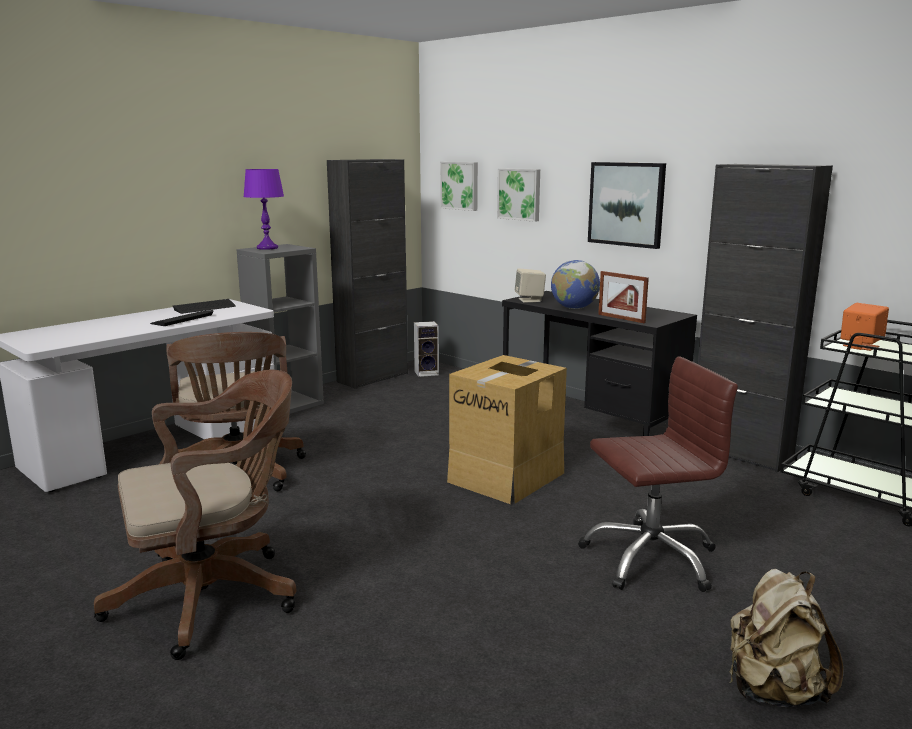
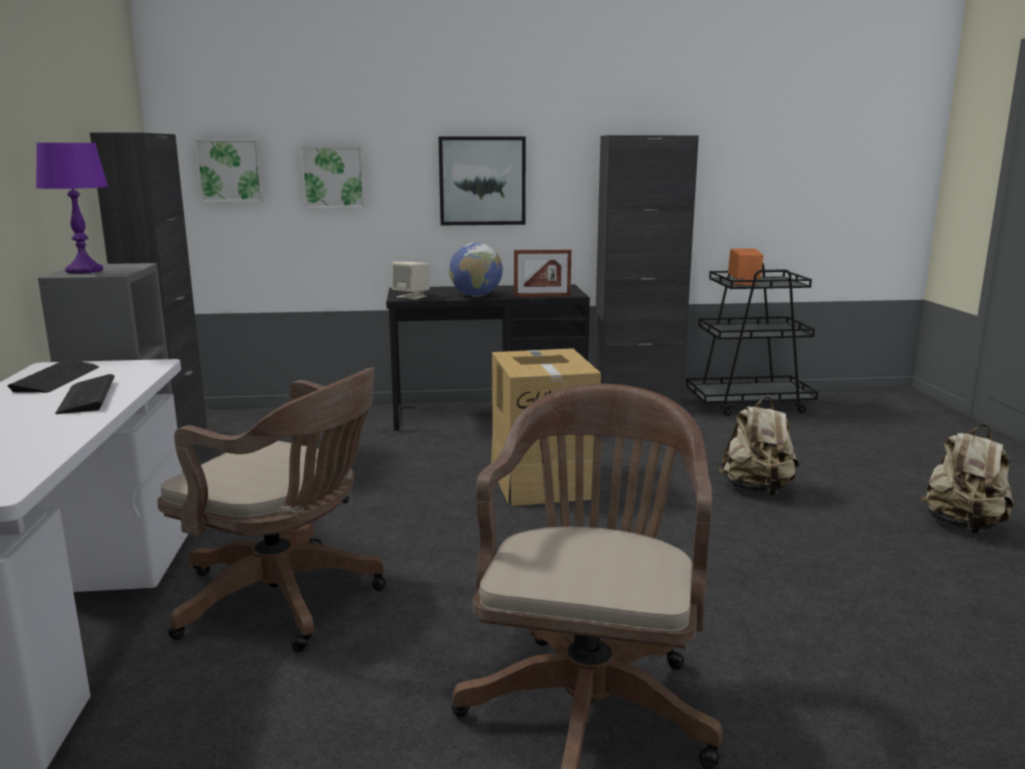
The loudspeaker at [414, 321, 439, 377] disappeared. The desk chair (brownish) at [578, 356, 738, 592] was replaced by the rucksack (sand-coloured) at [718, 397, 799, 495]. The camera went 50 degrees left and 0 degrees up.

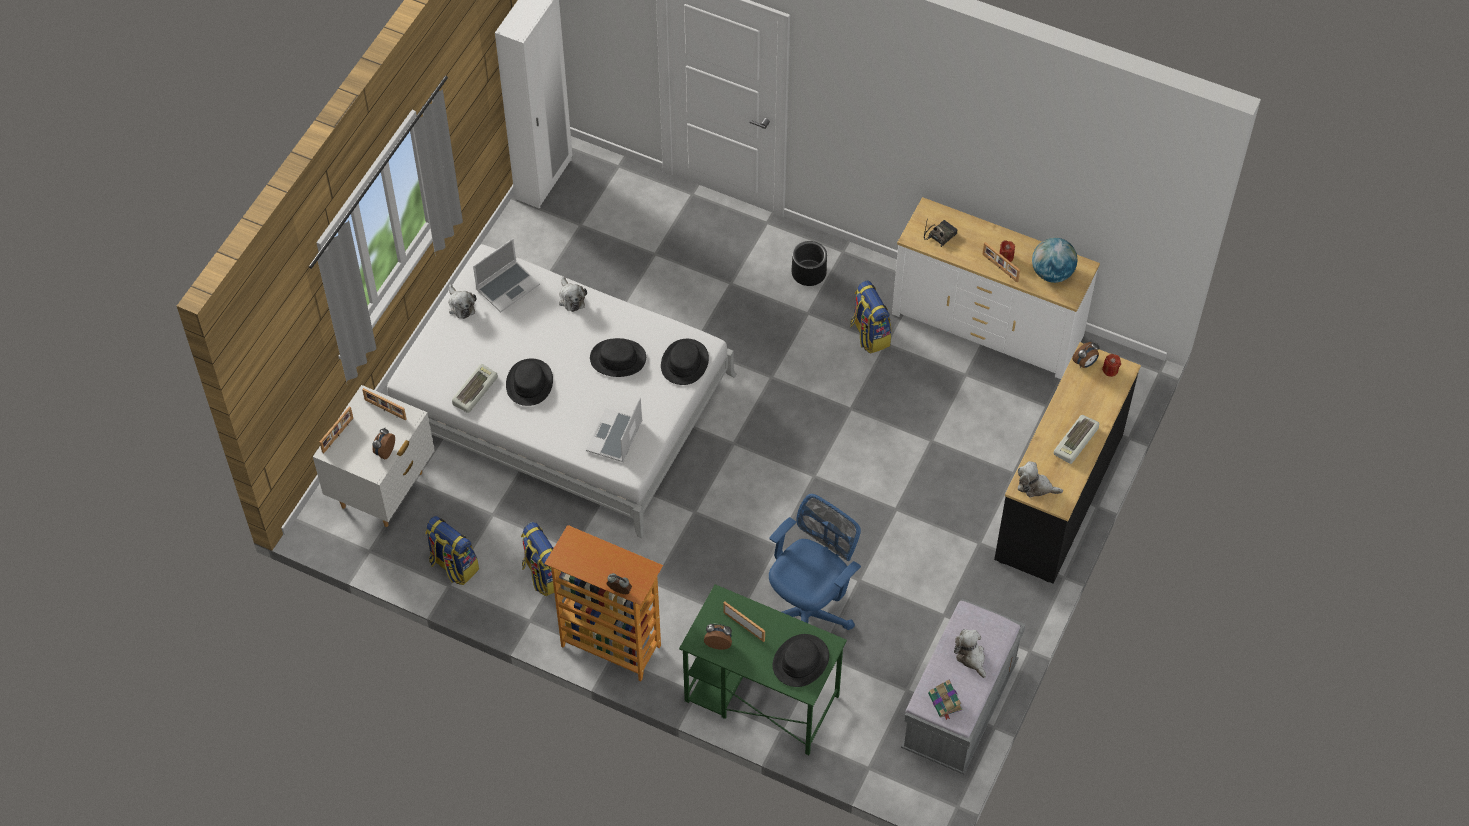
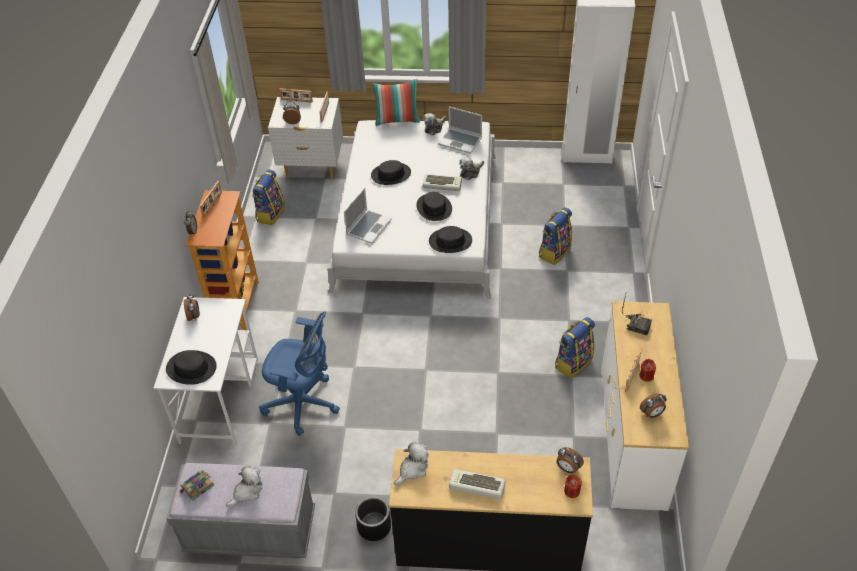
The globe at [1032, 238, 1077, 283] was replaced by the table clock at [640, 393, 667, 418]. The planter (black) moved from [792, 241, 827, 286] to [355, 496, 391, 541]. The PC keyboard moved from [452, 364, 498, 413] to [423, 174, 462, 191]. The portable computer at [586, 398, 642, 462] turned 120 degrees clockwise. The plush toy at [1018, 461, 1063, 497] turned 45 degrees clockwise. The rucksack moved from [521, 522, 562, 596] to [539, 207, 572, 265]. The desk unit (greenish) at [679, 584, 847, 755] became the desk unit (whitish) at [154, 297, 258, 447]. The photo frame moved from [723, 602, 765, 642] to [200, 181, 222, 218]. The pillow at [371, 79, 420, 126] appeared. The camera went 70 degrees right and 10 degrees down.

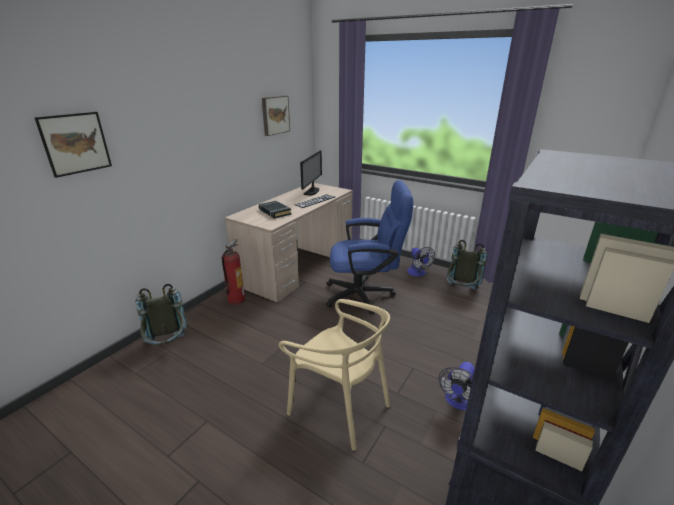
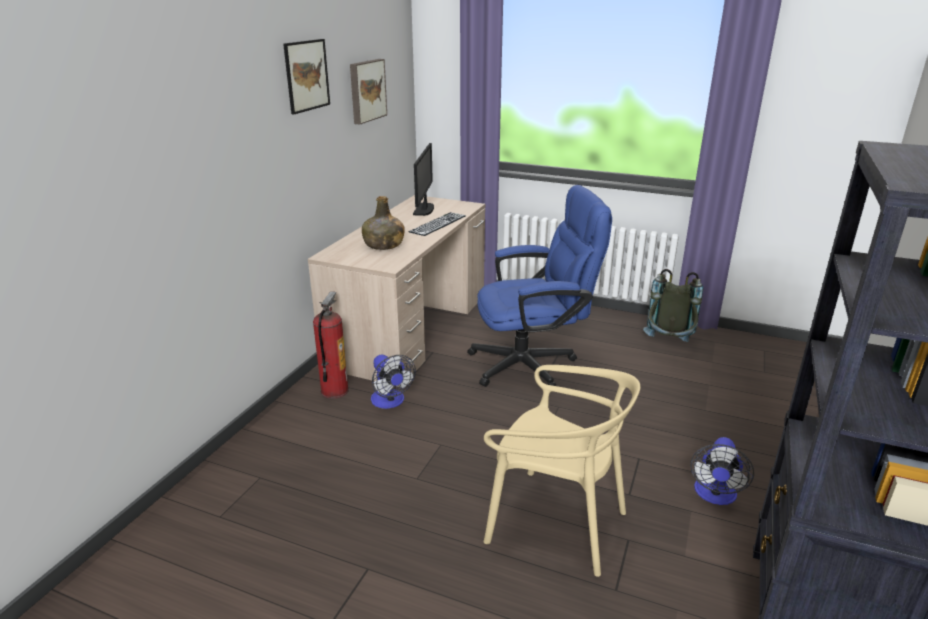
The wall picture moved from [34, 112, 112, 178] to [283, 39, 330, 115]. The volume (black) at [259, 201, 291, 219] was replaced by the beverage bottle (greenish) at [362, 196, 405, 250]. The cooling fan moved from [407, 247, 435, 277] to [371, 355, 416, 409]. The rucksack (gray) at [135, 284, 187, 345] disappeared. The camera went 10 degrees left and 0 degrees up.

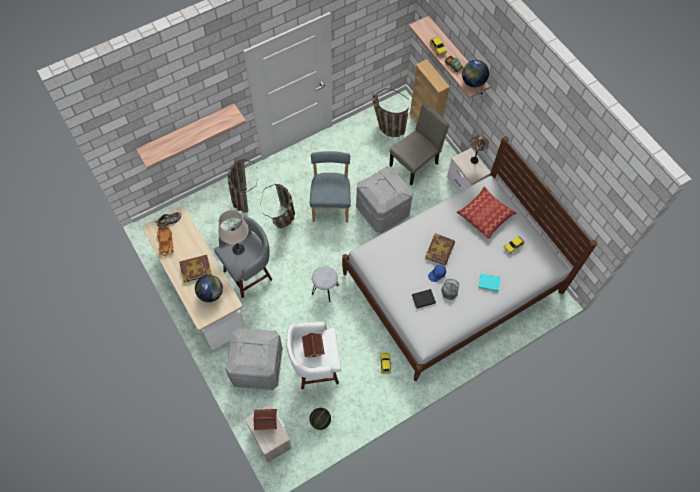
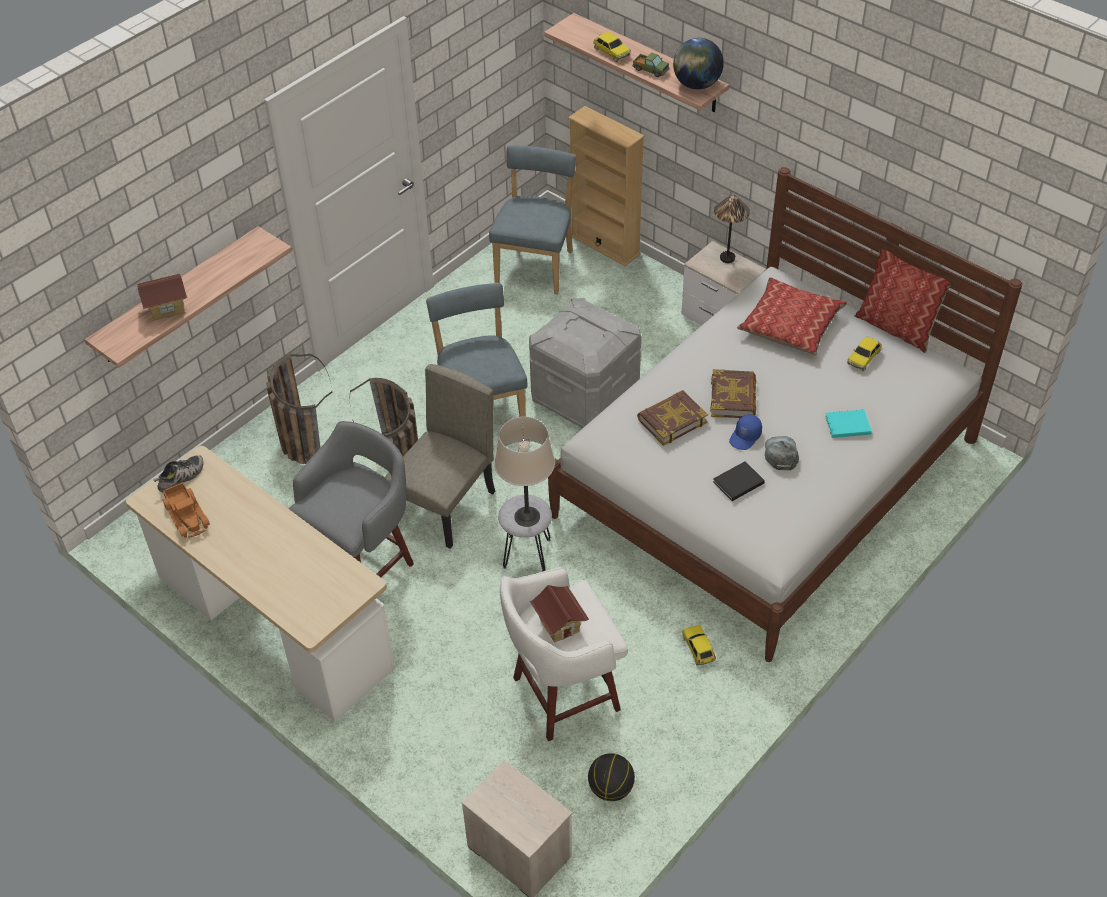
The basket at [372, 88, 409, 138] was replaced by the plain chair (blue-coloured) at [489, 146, 576, 295]. The plain chair (sand-coloured) moved from [389, 104, 449, 185] to [385, 364, 495, 549]. The lamp for a table (sand-coloured) moved from [218, 210, 249, 255] to [495, 417, 555, 527]. The volume moved from [179, 255, 212, 283] to [637, 390, 708, 446]. The globe at [195, 275, 223, 302] disappeared. The storage box (gray) at [225, 327, 283, 390] disappeared. The miniature house moved from [253, 409, 277, 430] to [137, 274, 187, 320]. The pillow at [855, 249, 951, 353] appeared. The camera went 15 degrees left and 15 degrees down.

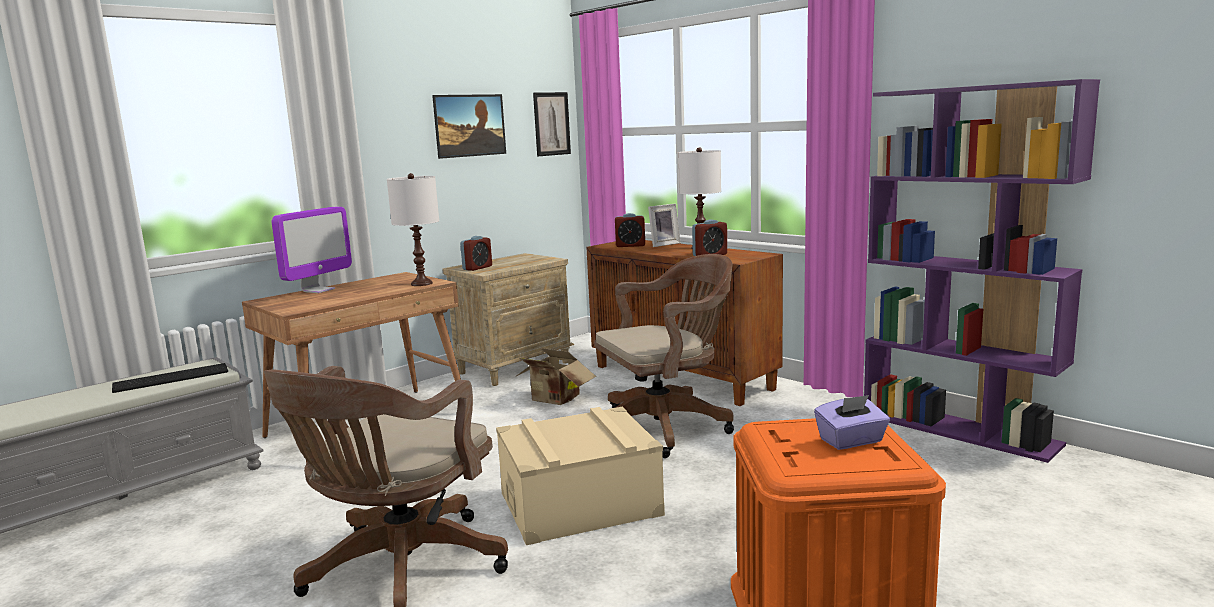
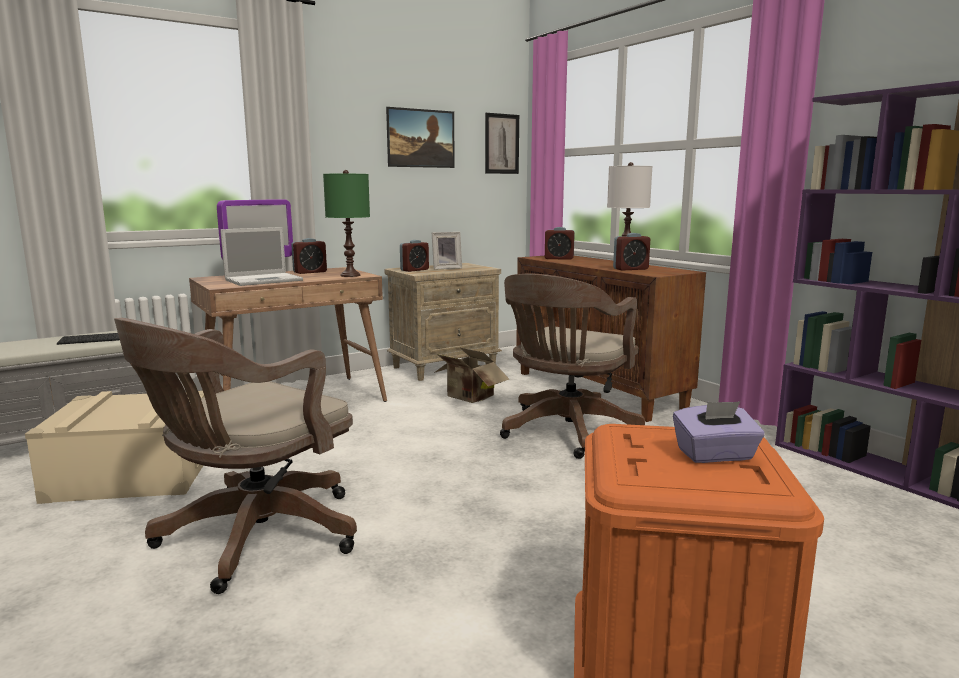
The lamp for a table (whitish) at [387, 173, 439, 286] became the lamp for a table (greenish) at [323, 170, 370, 277]. The photo frame moved from [648, 203, 681, 247] to [432, 232, 462, 270]. The desk chair (brownish) at [594, 254, 734, 458] turned 135 degrees clockwise. The storage box (sand-coloured) moved from [496, 407, 665, 545] to [25, 391, 205, 504]. The portable computer at [220, 227, 303, 286] appeared. The table clock at [291, 238, 327, 274] appeared. The camera went 10 degrees right and 0 degrees up.

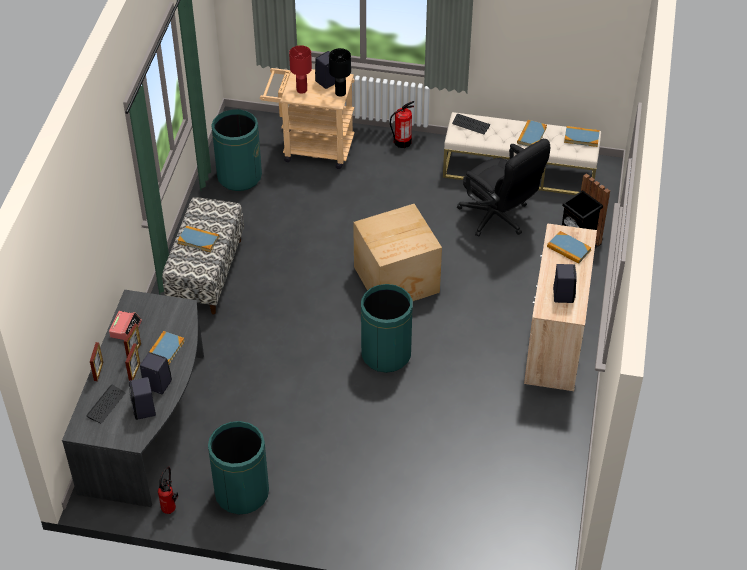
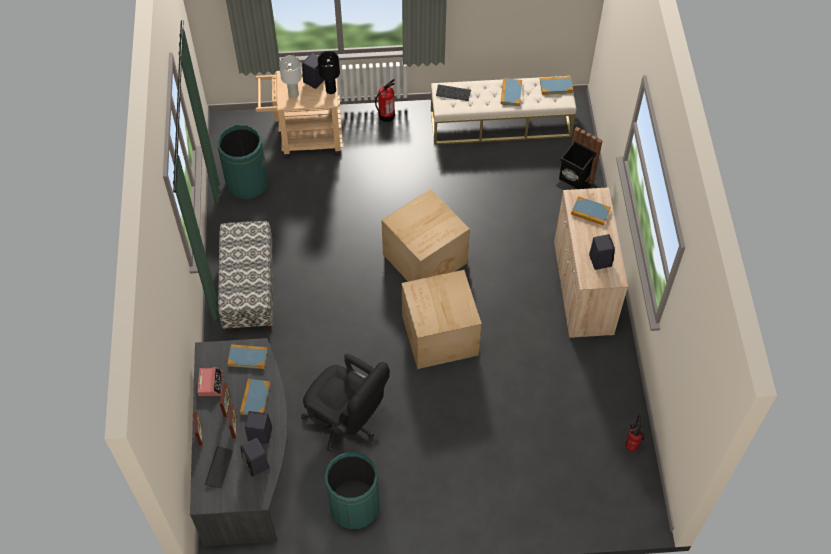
The lamp for a table (red) at [289, 45, 312, 94] became the lamp for a table (whitish) at [279, 55, 302, 98]. The desk chair (black) moved from [457, 139, 551, 237] to [301, 354, 390, 451]. The volume moved from [177, 226, 219, 252] to [228, 344, 268, 369]. The waste bin (greenish) at [361, 284, 412, 373] was replaced by the packing box at [402, 270, 482, 369]. The fire-fighting cylinder moved from [158, 466, 178, 514] to [625, 414, 645, 451]. The camera went 15 degrees left and 10 degrees up.

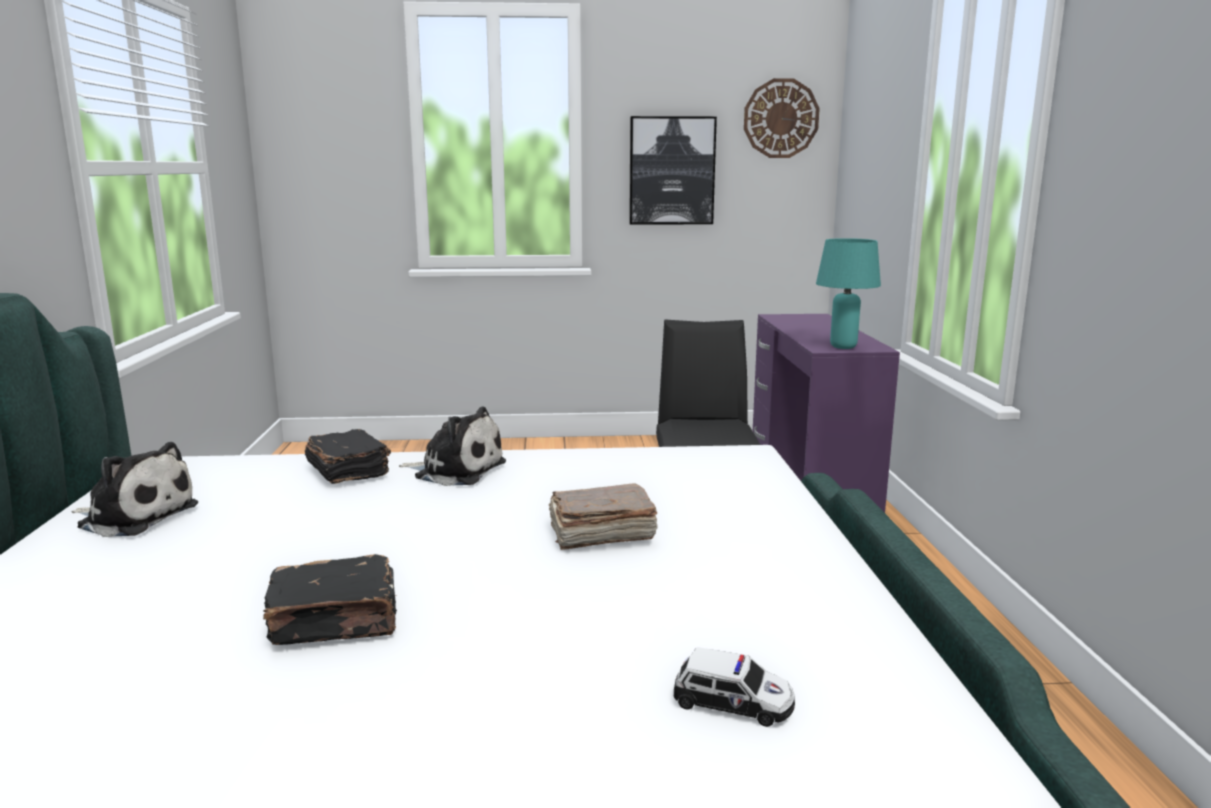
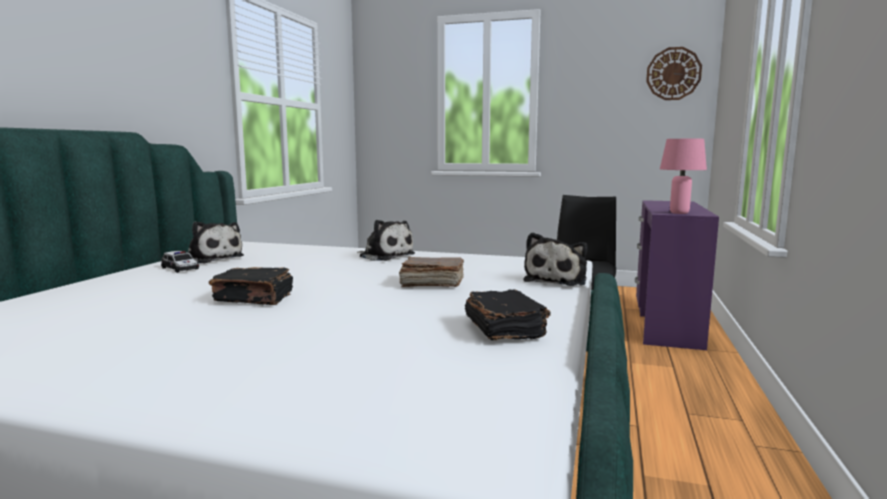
The wall picture at [629, 116, 717, 225] disappeared. The lamp for a table (turquoise) at [816, 238, 881, 349] became the lamp for a table (pink-coloured) at [660, 139, 707, 214]. The volume (black) moved from [305, 429, 391, 484] to [464, 289, 551, 340]. The model car moved from [674, 647, 795, 727] to [161, 251, 199, 273]. The plush toy at [523, 232, 588, 286] appeared. The camera went 20 degrees right and 5 degrees down.

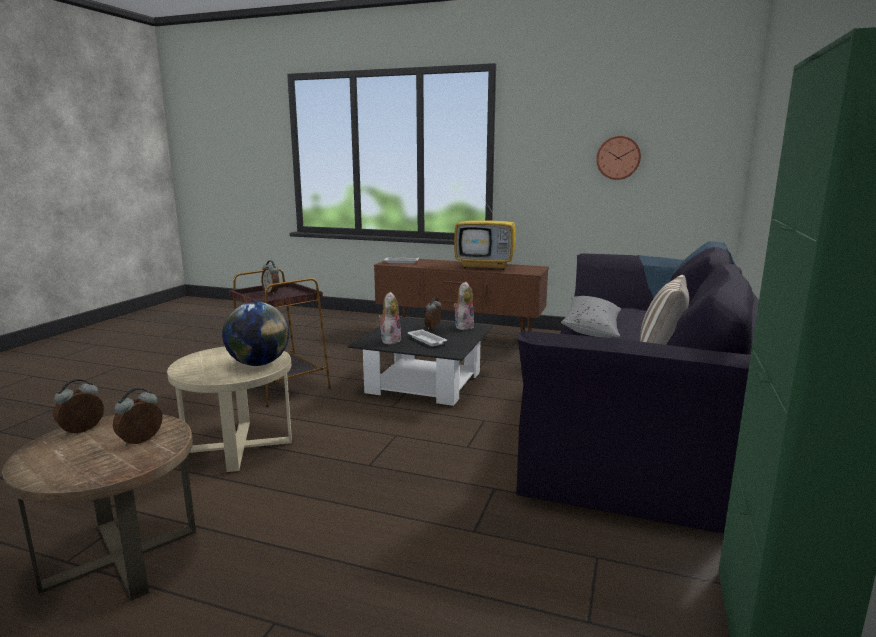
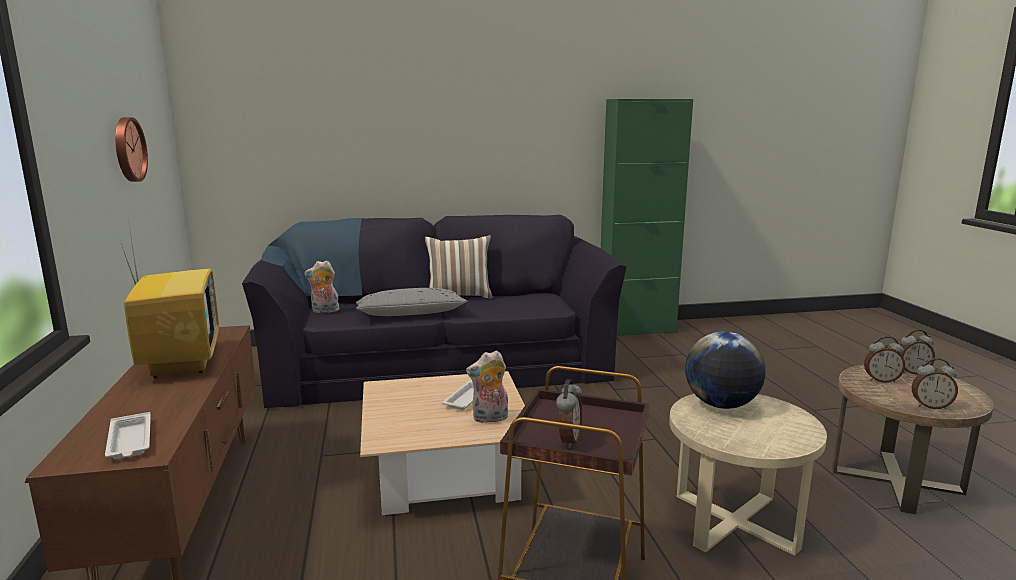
The plush toy moved from [454, 282, 474, 330] to [304, 260, 340, 313]. The table clock moved from [425, 298, 442, 330] to [897, 329, 935, 375]. The coffee table (black) at [347, 317, 493, 406] became the coffee table (sand-coloured) at [360, 371, 525, 516]. The camera went 120 degrees left and 0 degrees up.

